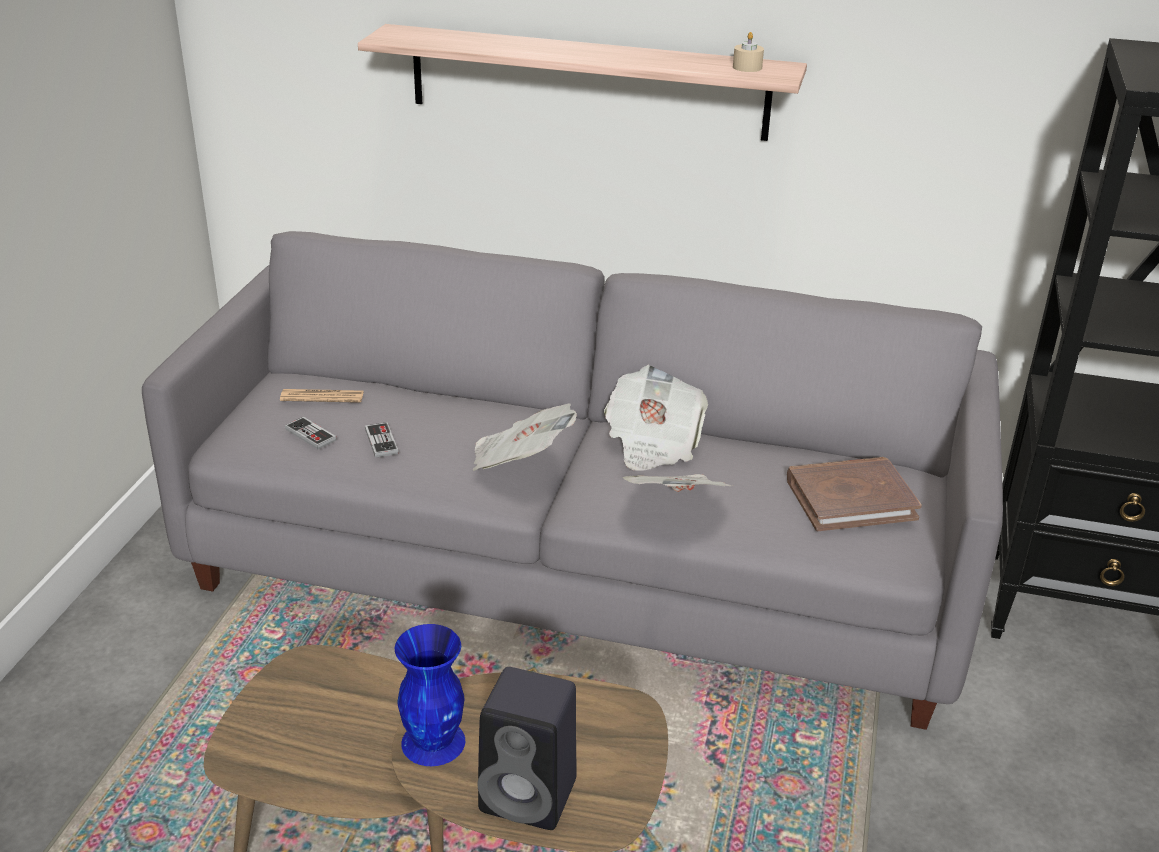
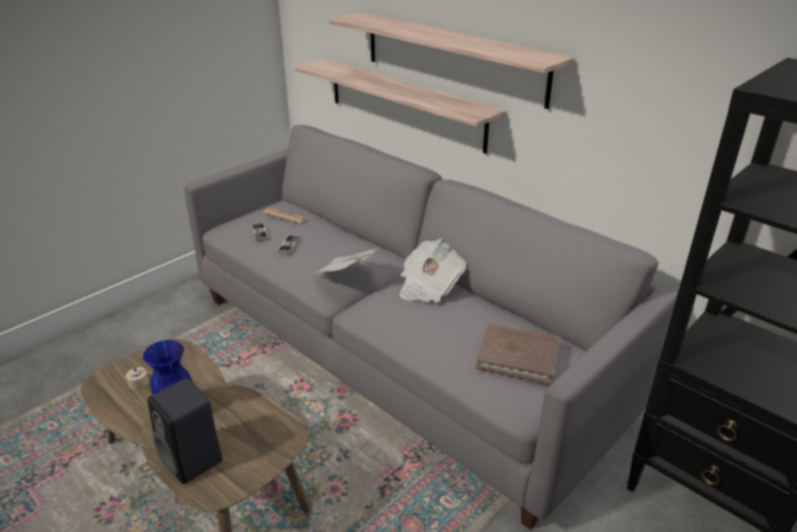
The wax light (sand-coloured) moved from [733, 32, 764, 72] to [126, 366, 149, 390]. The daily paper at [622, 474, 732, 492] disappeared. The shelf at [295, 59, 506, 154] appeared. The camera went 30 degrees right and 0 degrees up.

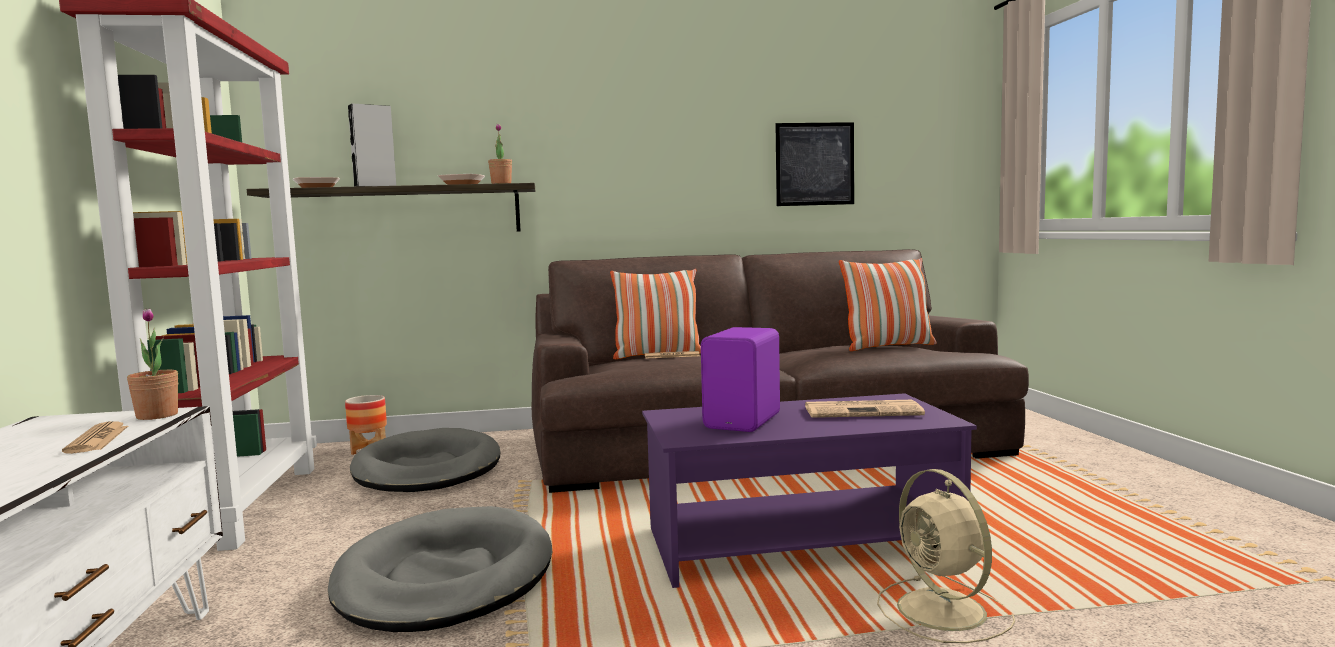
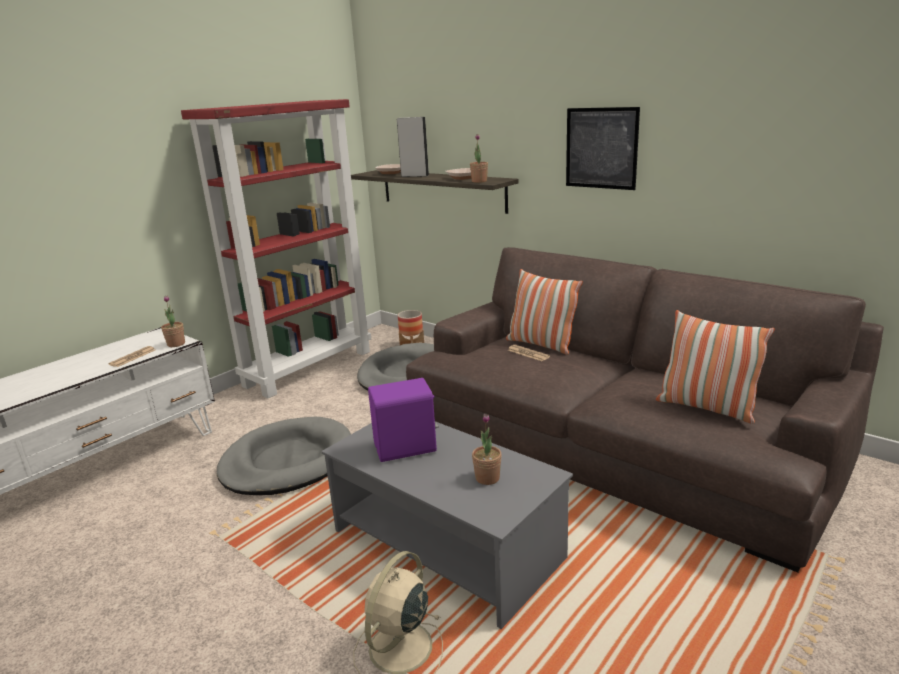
The wall picture moved from [776, 122, 854, 206] to [566, 107, 640, 190]. The coffee table (purple) at [642, 393, 977, 588] became the coffee table (gray) at [321, 421, 573, 629]. The daily paper at [805, 400, 925, 418] was replaced by the houseplant at [472, 414, 502, 485]. The camera went 50 degrees right and 15 degrees up.

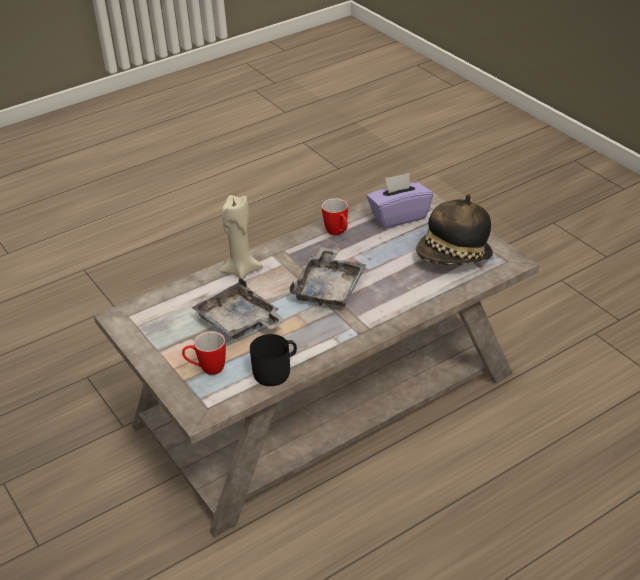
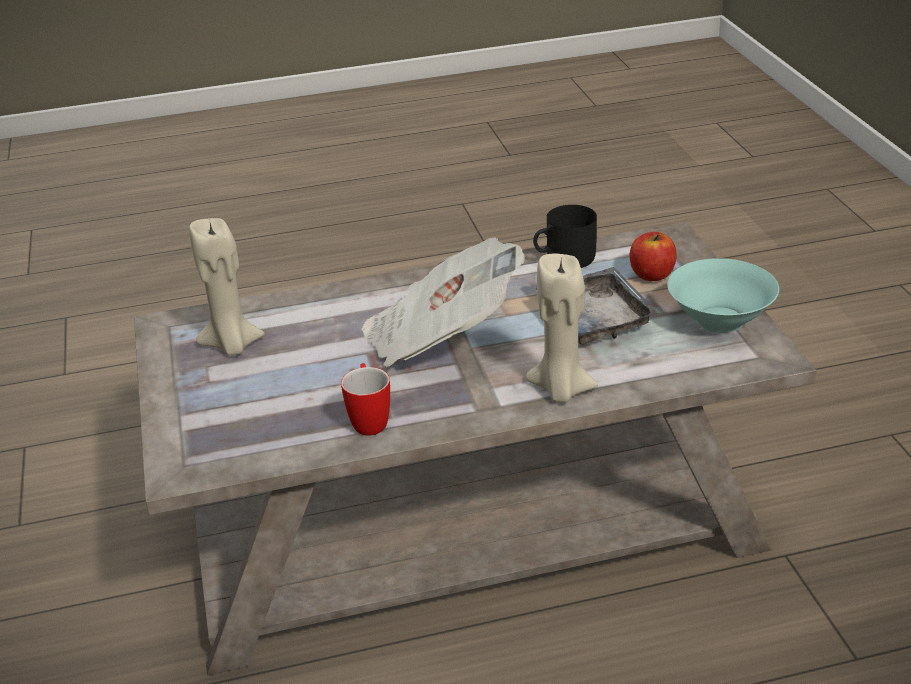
The tissue holder (purple) at [367, 173, 433, 228] disappeared. The hat at [416, 194, 493, 265] was replaced by the wax light (sand-coloured) at [189, 218, 264, 355]. The carrying tray (gray) at [289, 247, 366, 306] was replaced by the daily paper at [362, 237, 525, 367]. The tea mug at [182, 331, 226, 375] was replaced by the apple fruit at [630, 232, 677, 281]. The serving bowl (turquoise) at [667, 258, 779, 333] appeared. The camera went 160 degrees left and 5 degrees down.

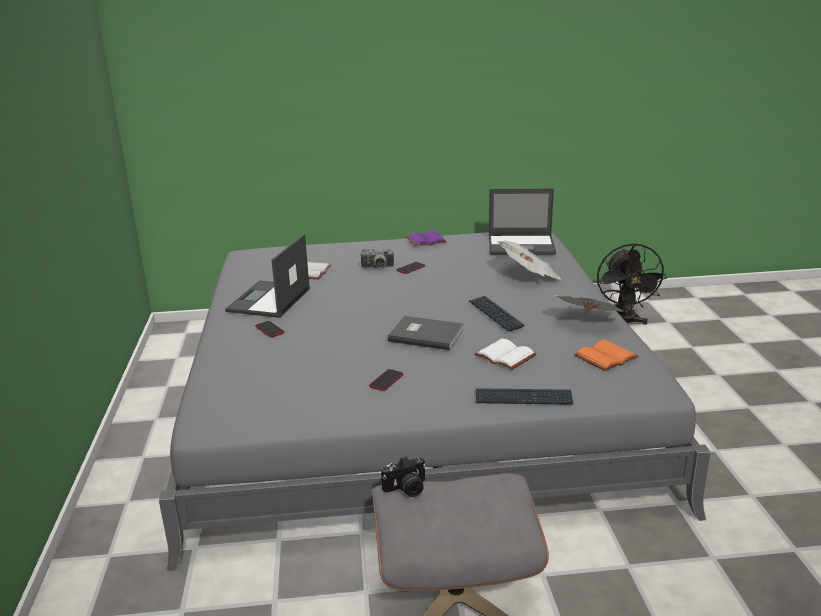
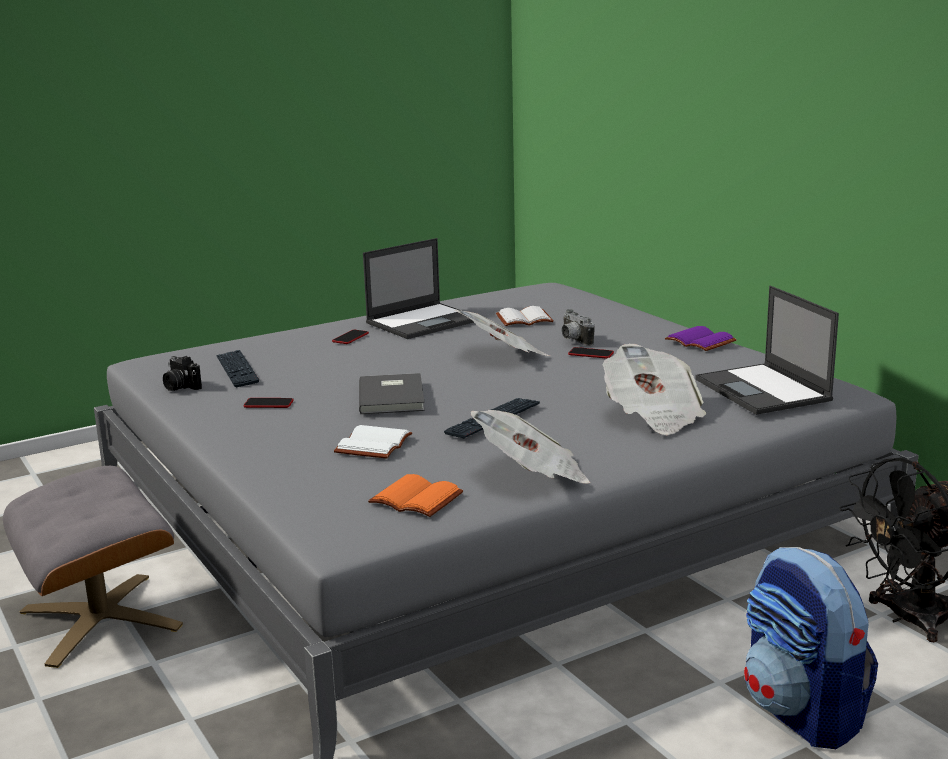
The portable computer at [225, 234, 310, 318] turned 150 degrees clockwise. The PC keyboard moved from [476, 388, 574, 405] to [216, 350, 259, 387]. The photo camera moved from [381, 456, 426, 497] to [163, 356, 202, 391]. The daily paper at [455, 310, 550, 356] appeared. The rucksack at [744, 547, 878, 749] appeared. The camera went 65 degrees right and 5 degrees down.

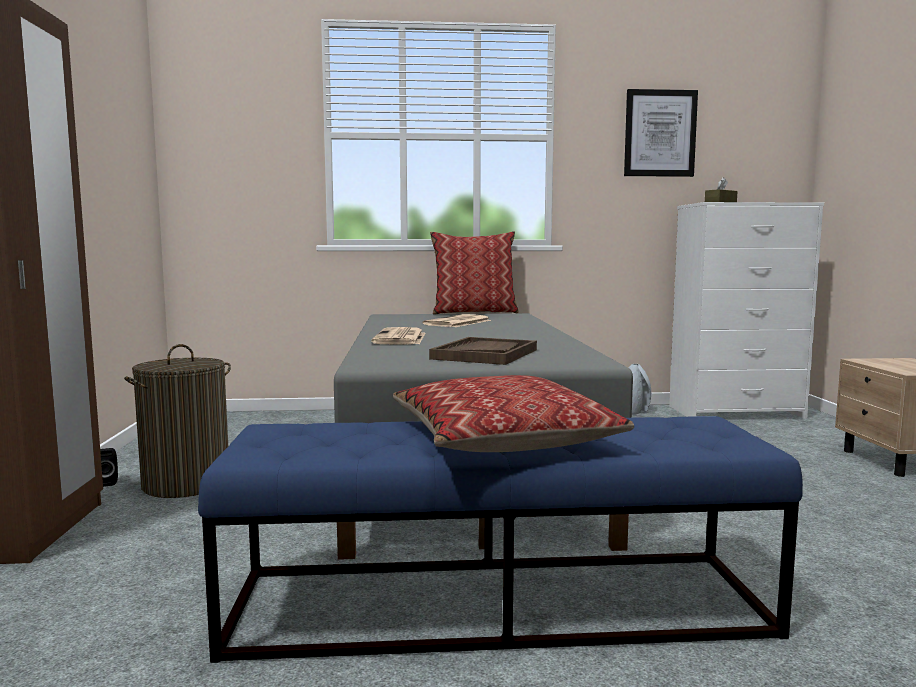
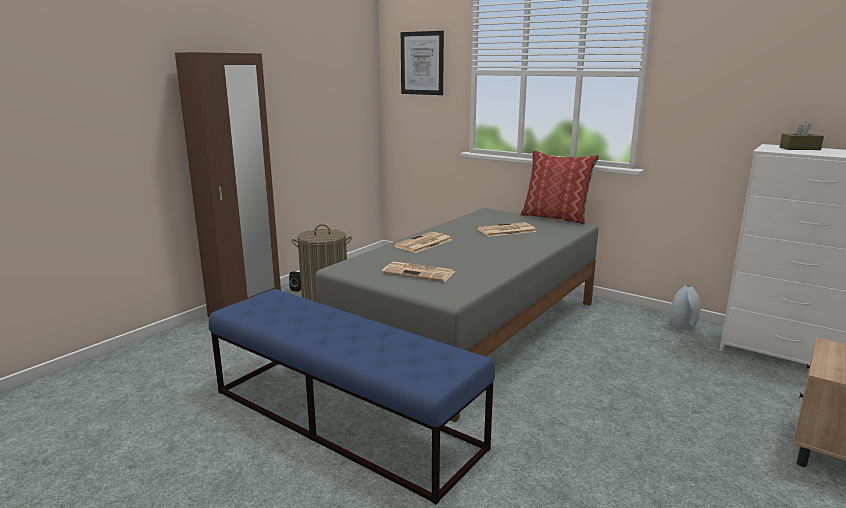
The wall picture moved from [624, 89, 698, 177] to [401, 31, 444, 95]. The carrying tray (brownish) at [429, 337, 537, 365] was replaced by the daily paper at [381, 262, 456, 282]. The pillow at [393, 375, 634, 452] disappeared. The camera went 40 degrees right and 10 degrees up.

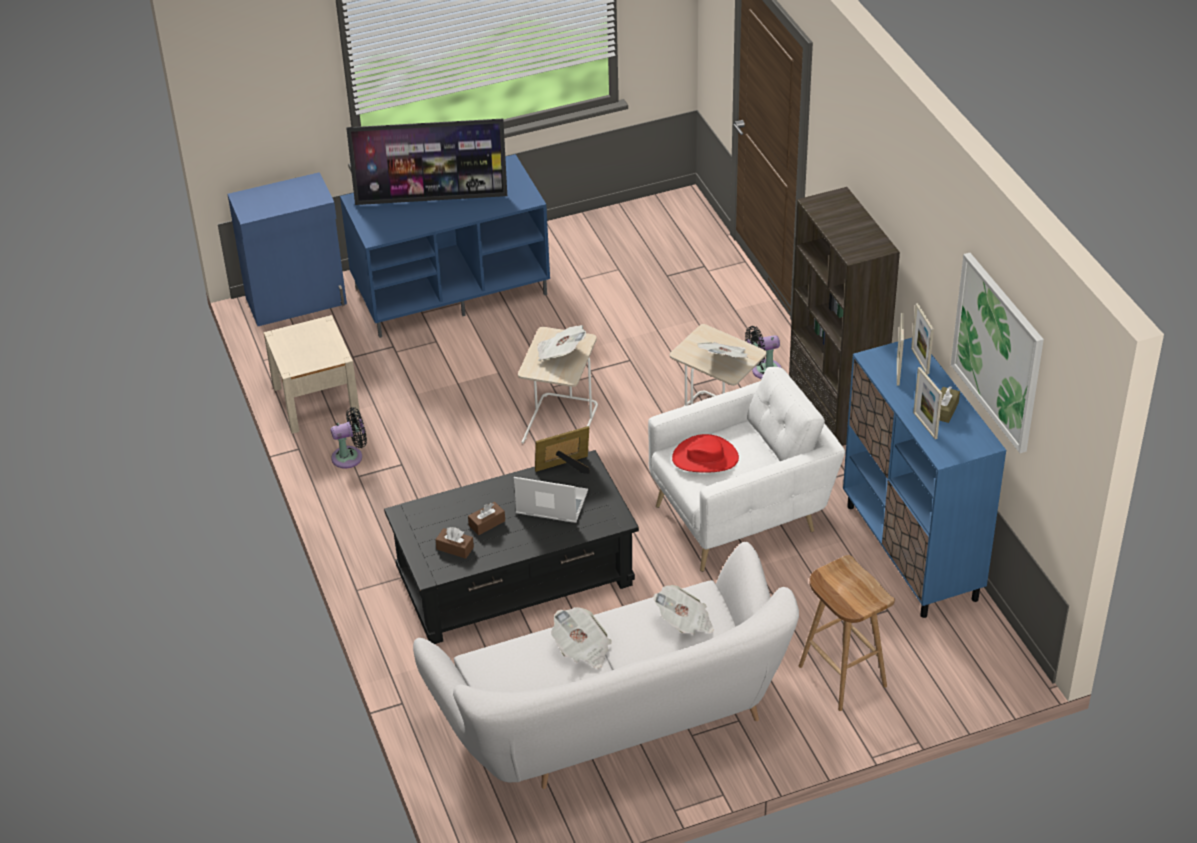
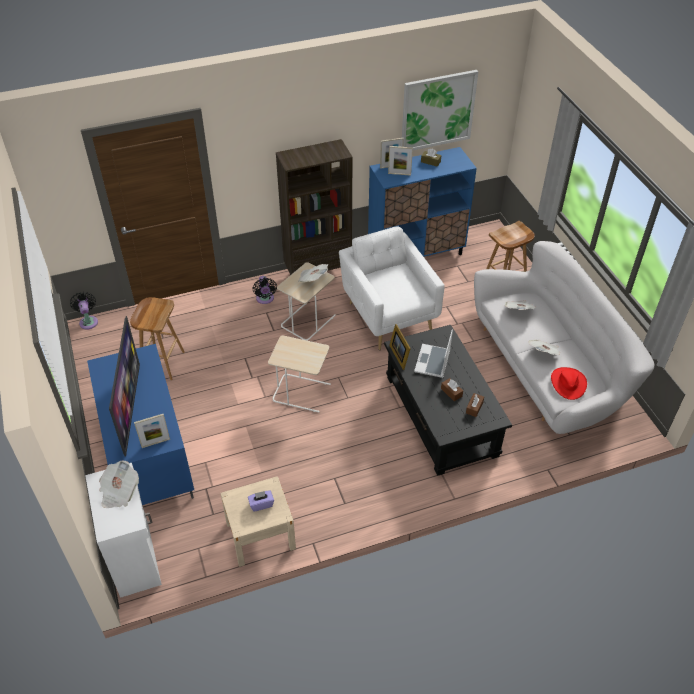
The storage cabinet (blue-coloured) at [228, 172, 347, 326] became the storage cabinet (whitish) at [85, 463, 162, 598]. The daily paper moved from [538, 325, 586, 361] to [99, 460, 139, 508]. The photo frame moved from [913, 367, 942, 439] to [134, 414, 170, 448]. The cooling fan (black) moved from [331, 407, 367, 469] to [70, 292, 98, 330]. The hat (red) moved from [672, 434, 739, 473] to [551, 367, 587, 400]. The stool (brownish) at [130, 297, 185, 380] appeared. The tissue holder (purple) at [248, 491, 274, 512] appeared. The camera went 90 degrees left and 5 degrees up.

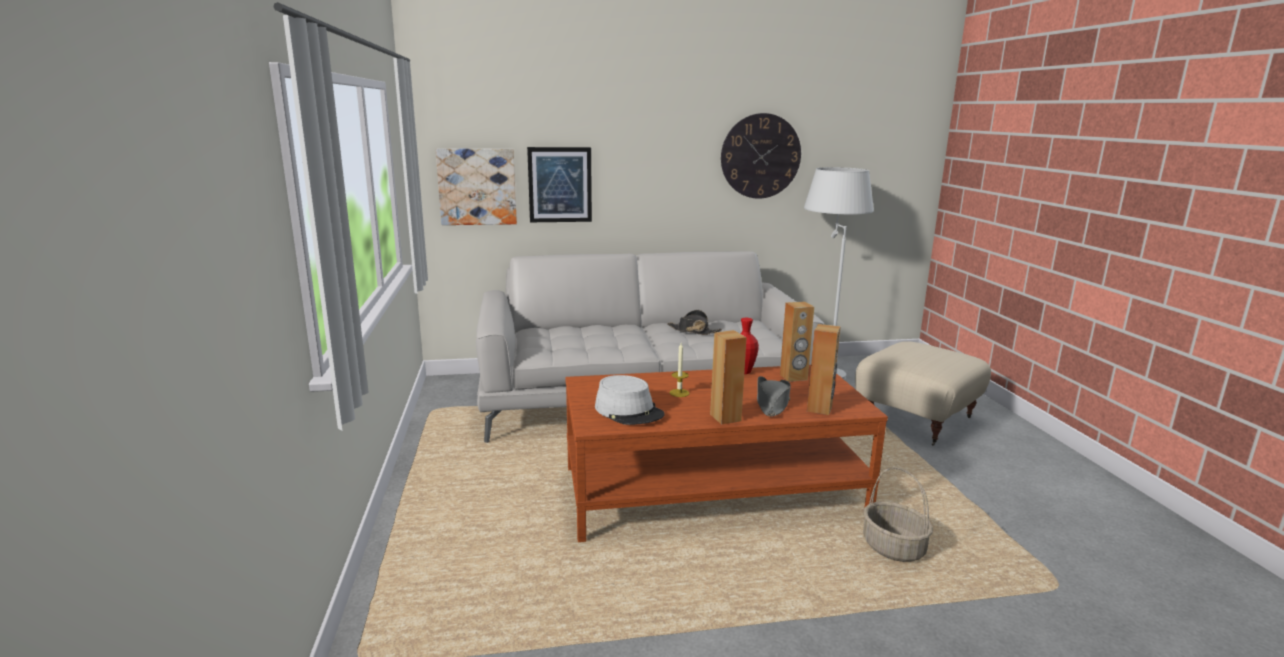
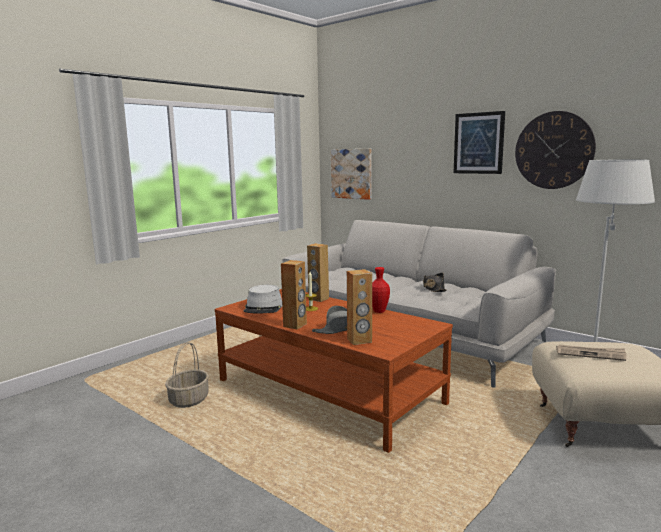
The wall picture moved from [527, 147, 592, 222] to [454, 111, 505, 174]. The loudspeaker (brownish) moved from [780, 301, 814, 382] to [307, 243, 329, 302]. The basket moved from [863, 467, 933, 562] to [165, 342, 209, 408]. The daily paper at [556, 345, 627, 361] appeared. The camera went 50 degrees right and 5 degrees down.

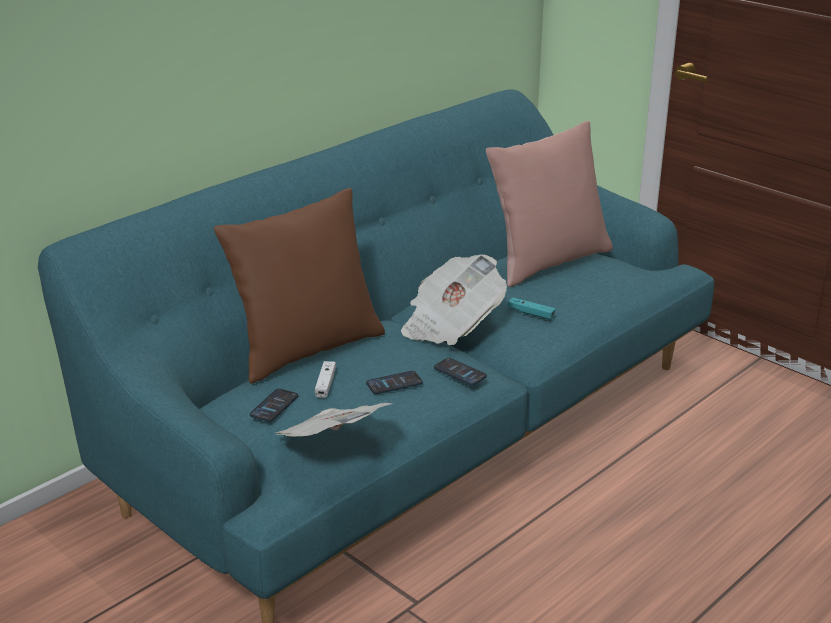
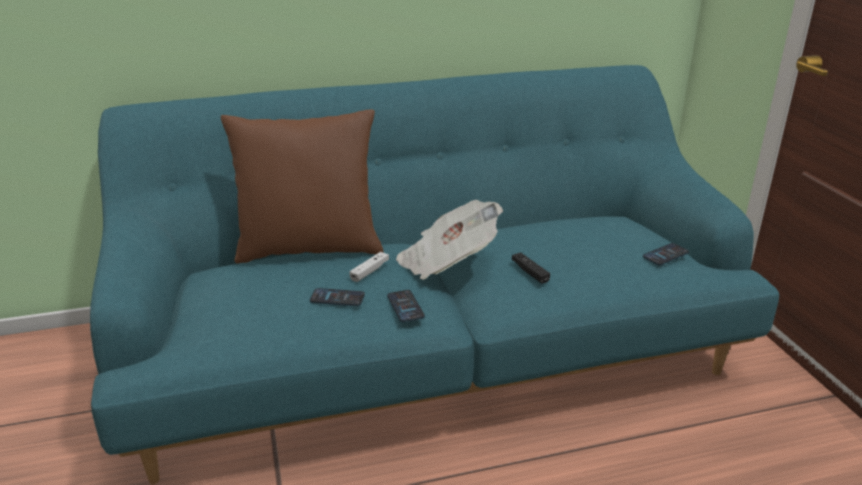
The pillow (pink-coloured) at [486, 121, 613, 287] disappeared. The joypad (turquoise) at [508, 297, 555, 320] became the joypad (black) at [512, 252, 550, 284]. The joypad (whitish) moved from [315, 361, 336, 398] to [349, 252, 389, 282]. The phone moved from [250, 388, 298, 422] to [643, 243, 689, 265]. The daily paper at [276, 403, 393, 437] disappeared. The camera went 30 degrees right and 0 degrees up.

